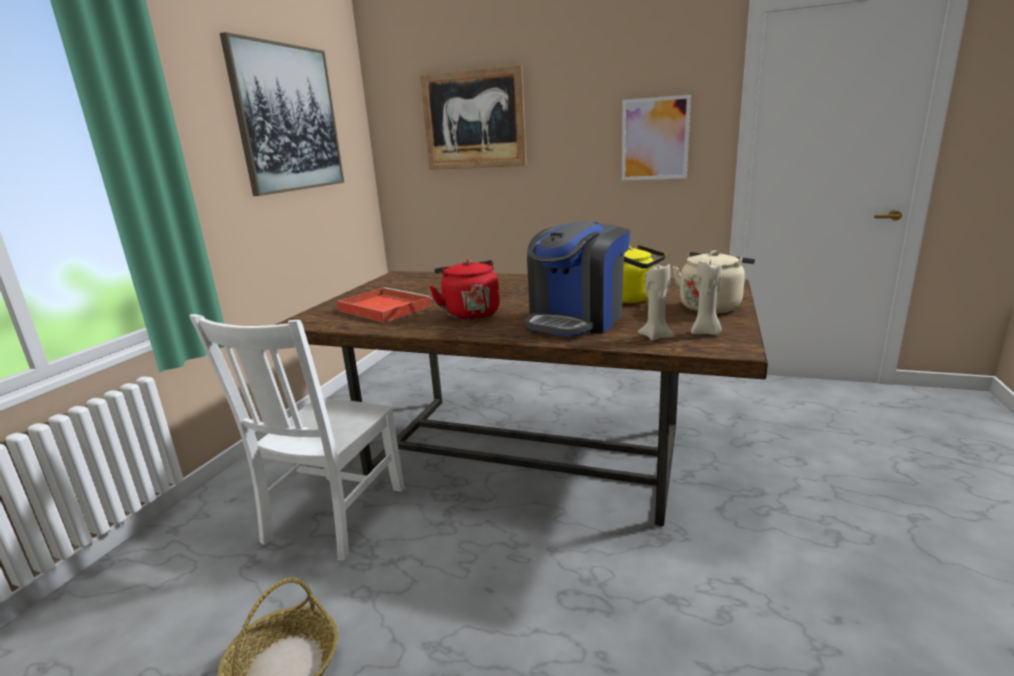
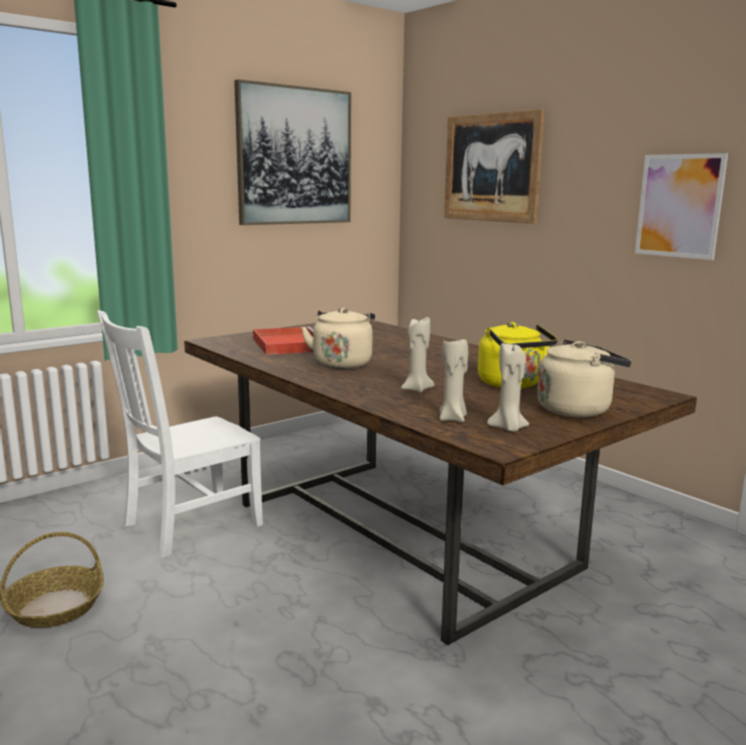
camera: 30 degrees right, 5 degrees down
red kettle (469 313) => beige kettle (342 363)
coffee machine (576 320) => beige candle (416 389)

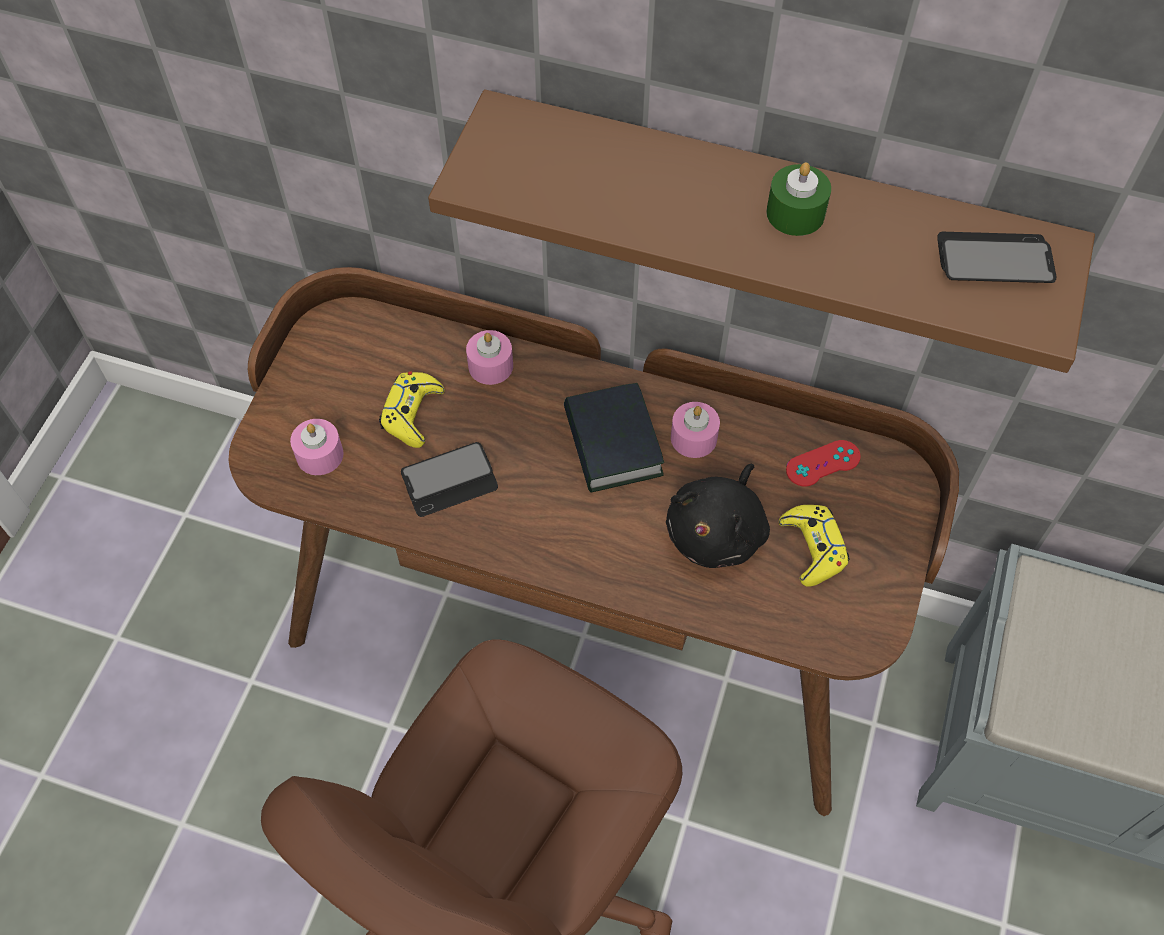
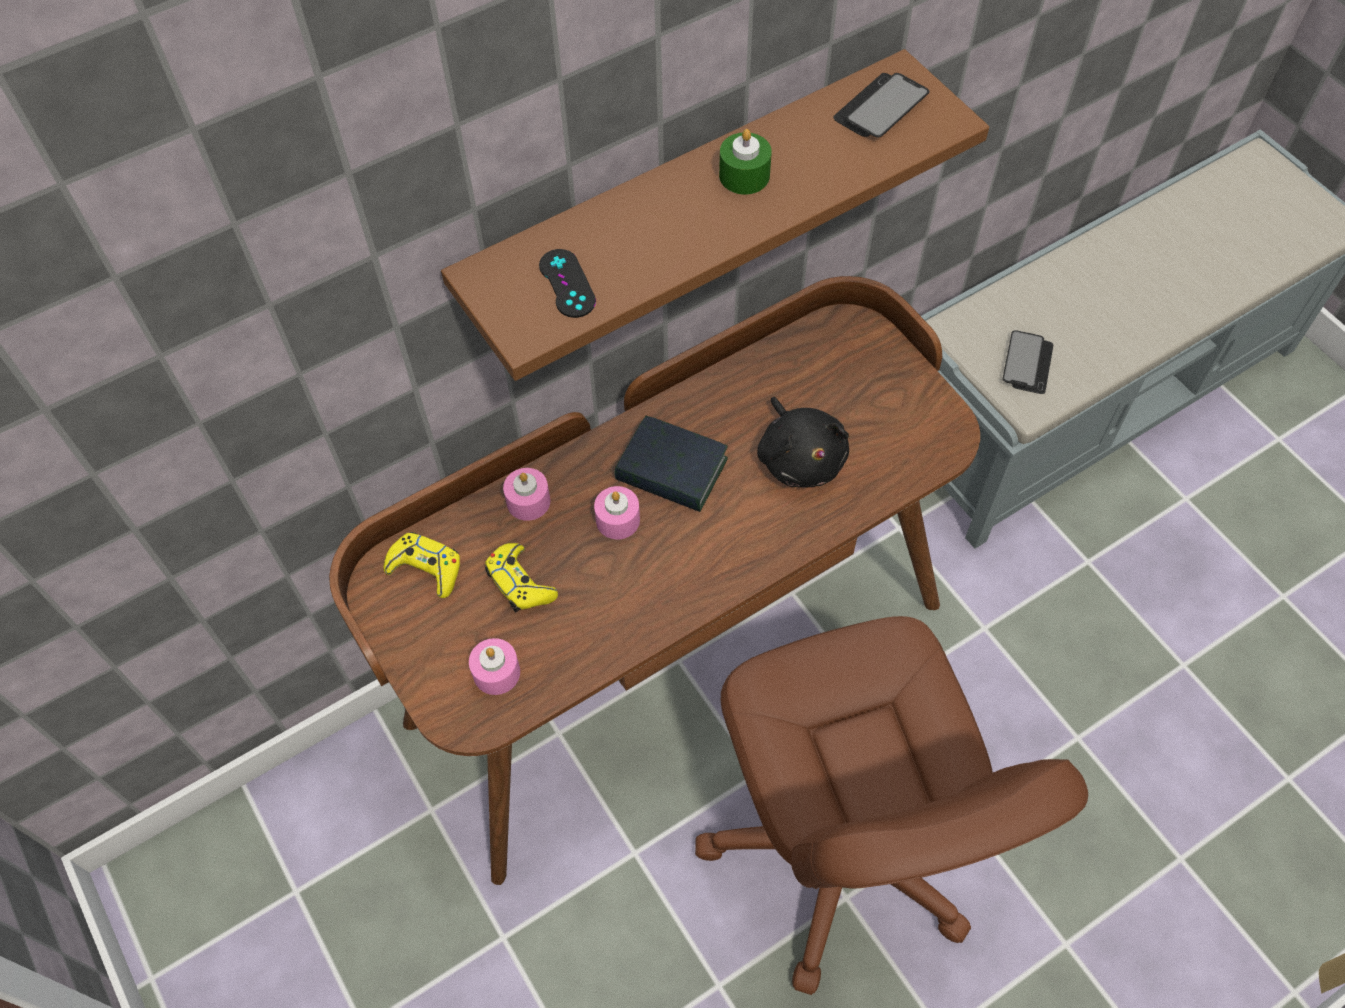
camera: 50 degrees left, 0 degrees up
phone (449 481) => phone (1027 363), moved
pink candle (693 438) => pink candle (618 520), moved
yellow game controller (812 548) => yellow game controller (426 568), moved
red game controller (823 463) => nothing
nothing => black game controller (567 283)

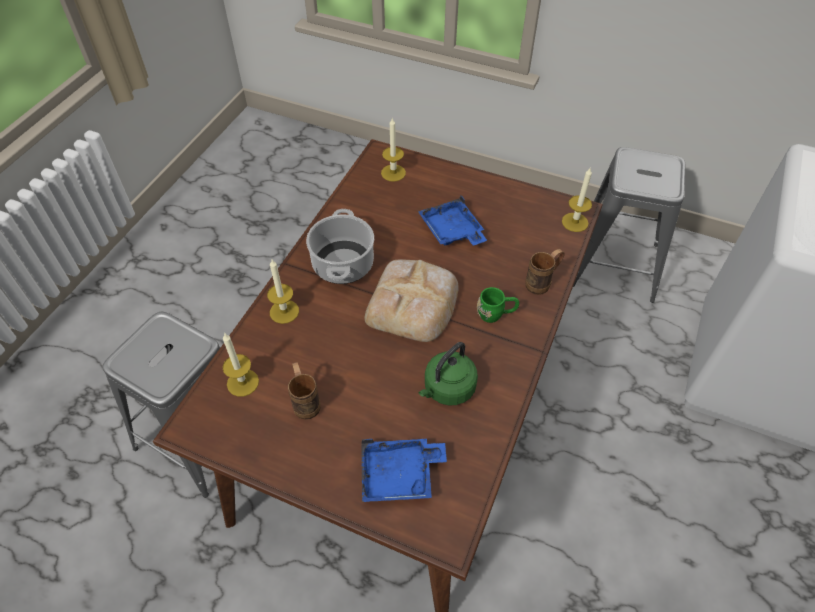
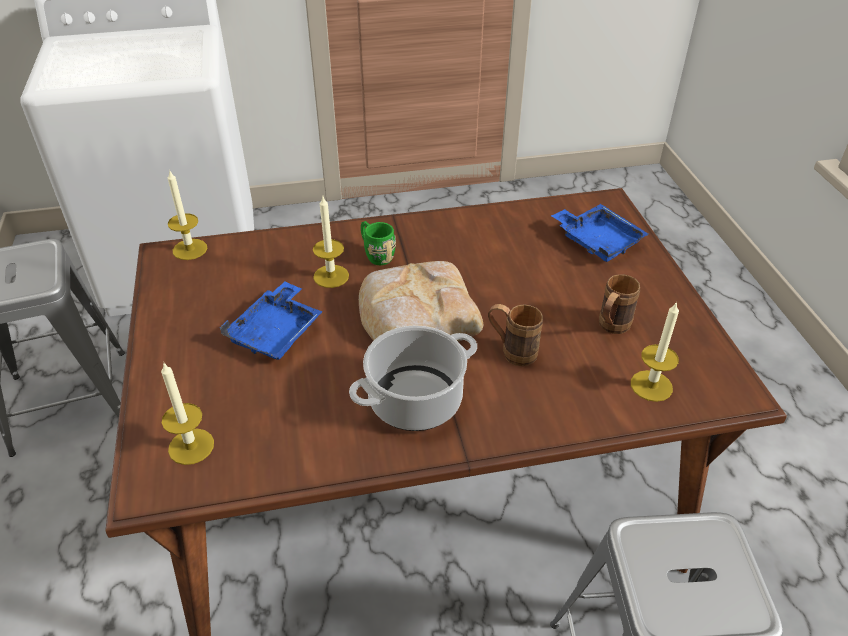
camera: 125 degrees left, 10 degrees down
candle (284 311) => candle (331 276), moved
green kettle (447 389) => nothing
brown mug (542 283) => brown mug (511 351), moved

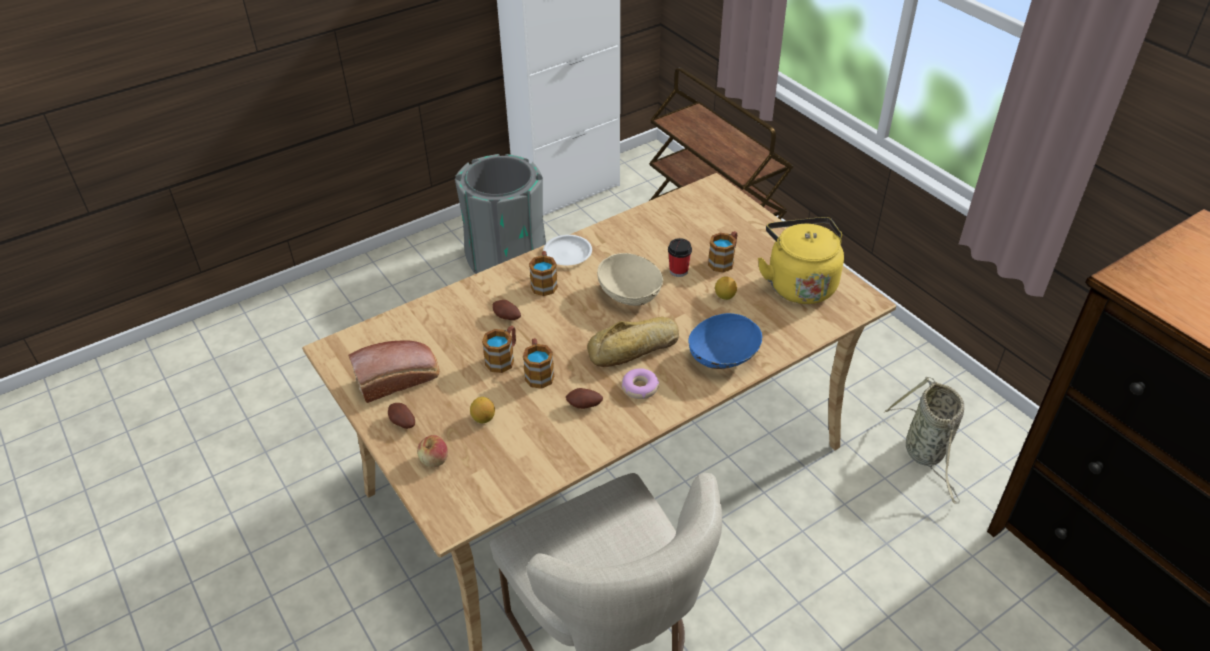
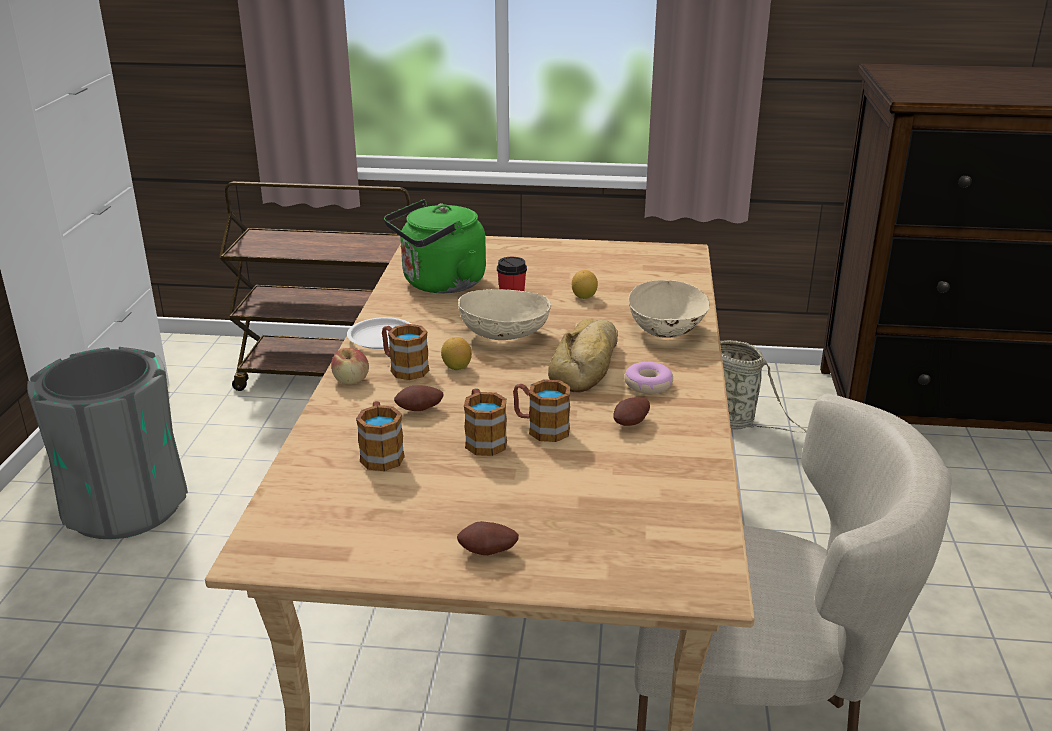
camera: 50 degrees left, 15 degrees down
bread (399 379) => nothing
apple (434 460) => apple (351 380), moved
lemon (483 418) => lemon (456 367), moved
blue bowl (723 358) => beige bowl (667 331)
mug (724 261) => mug (381 453), moved
yellow kettle (799 283) => nothing
nothing => green kettle (439 284)

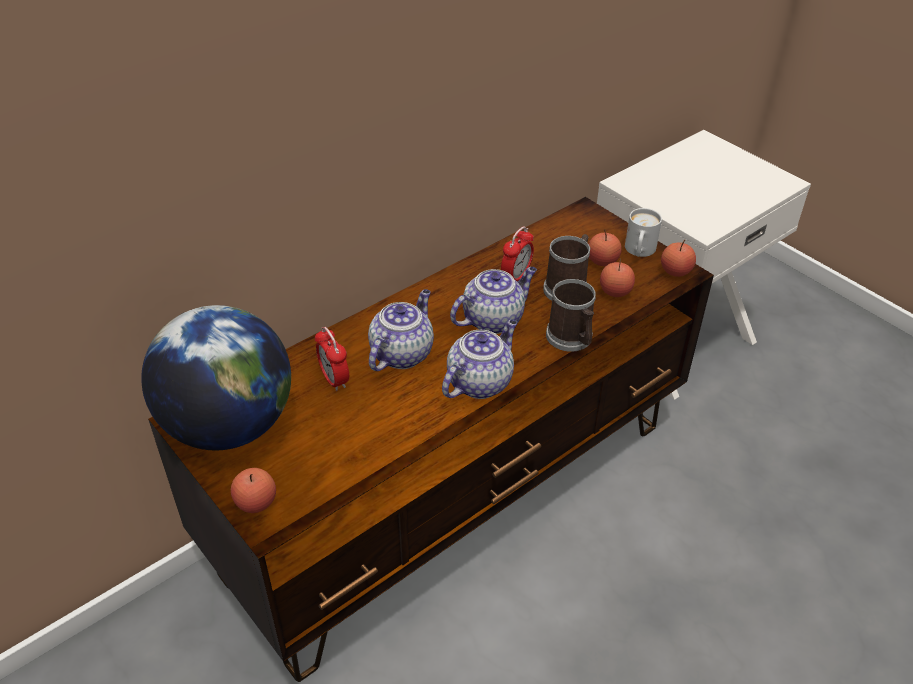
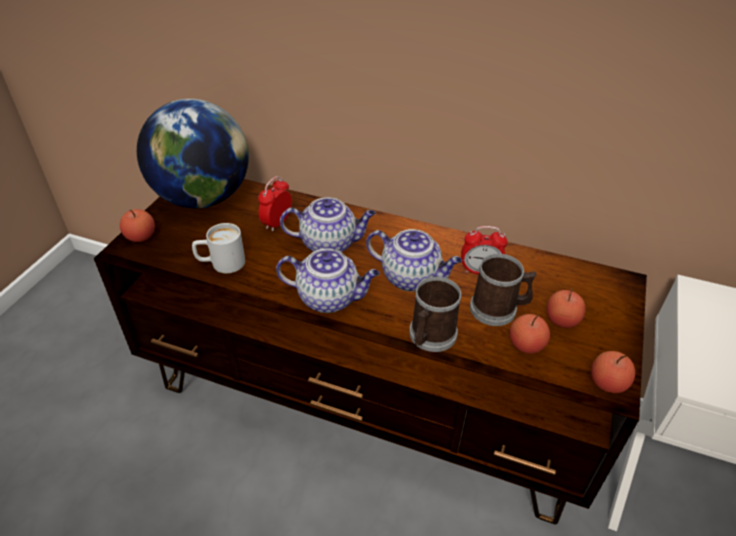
camera: 60 degrees right, 0 degrees up
white mug (639 251) => white mug (221 263), moved

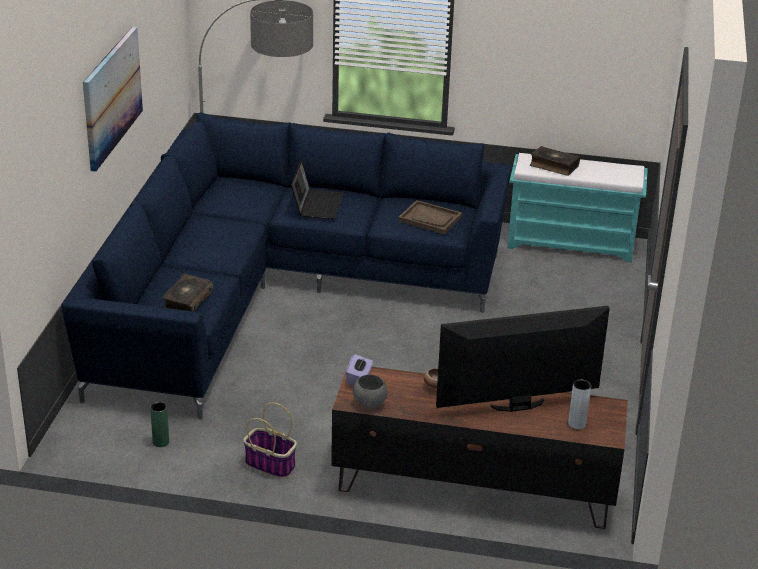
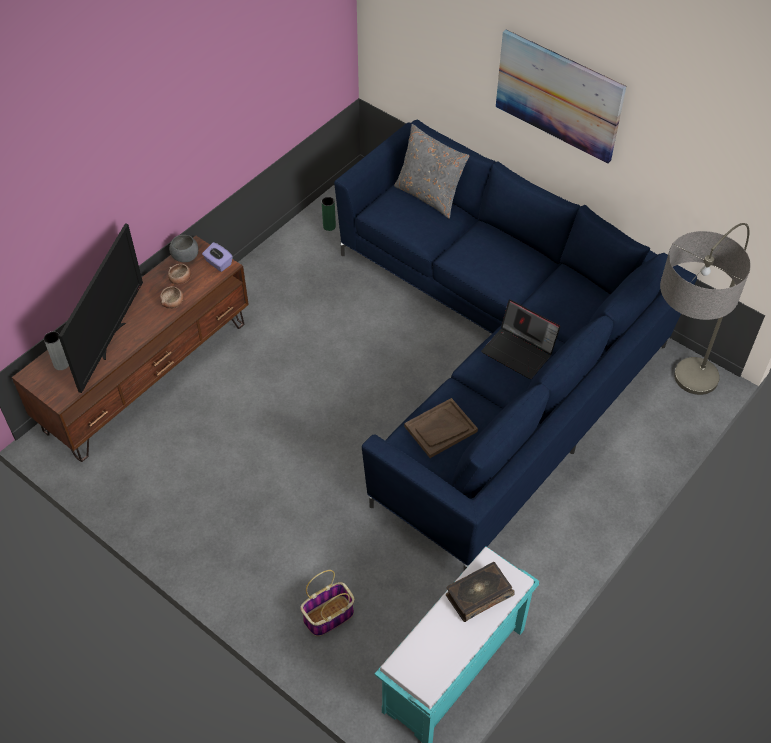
camera: 120 degrees right, 20 degrees up
book (187 301) => nothing
basket (271 465) => basket (328 617), moved
nothing => bowl (181 280)
nothing => grey pillow (429 196)

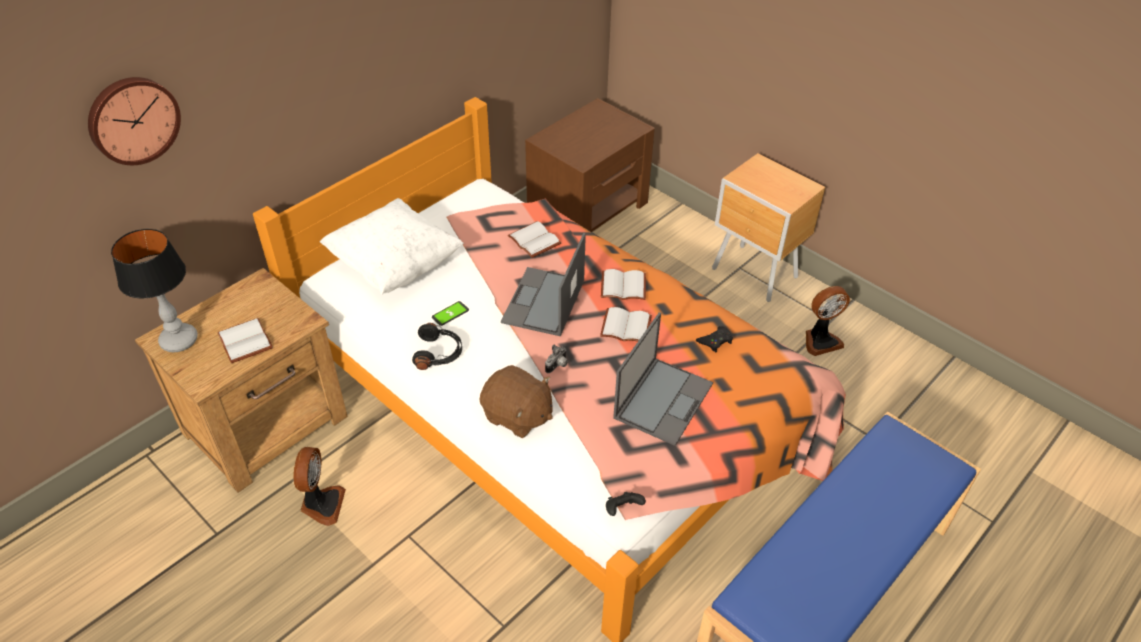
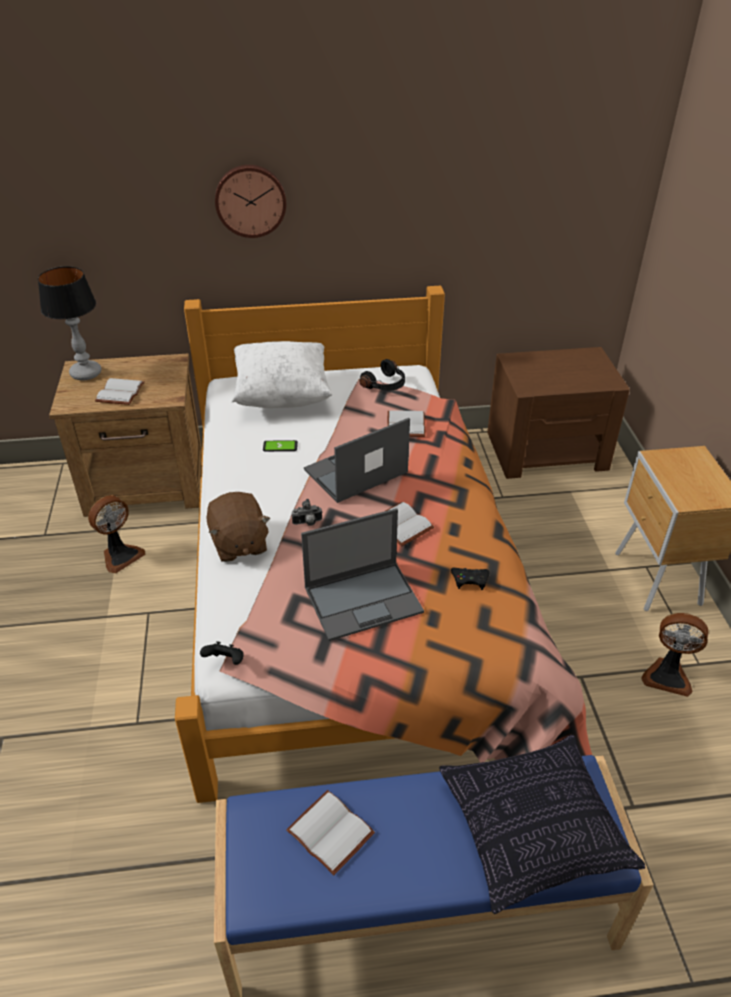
camera: 40 degrees right, 5 degrees down
wall clock (132 119) => wall clock (250 200), moved
black headphones (439 353) => black headphones (385 385), moved
white book (624 285) => white book (332 832), moved
nothing => pillow (533 830)

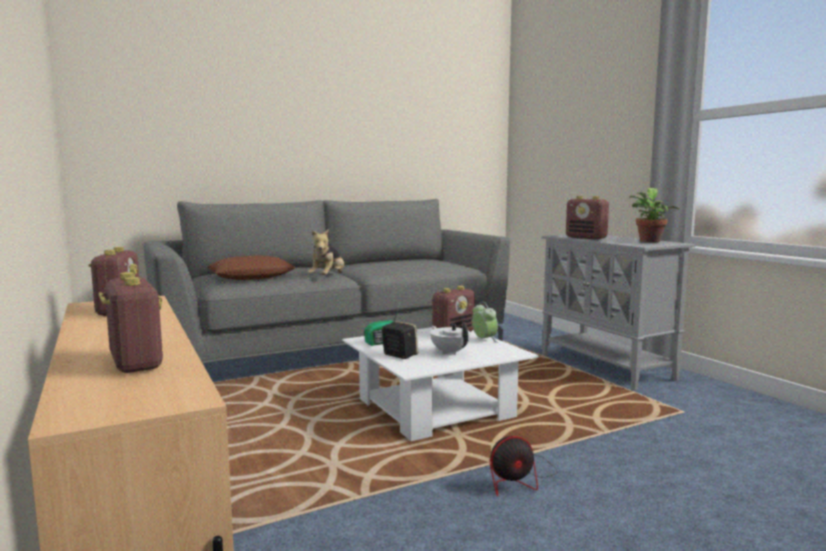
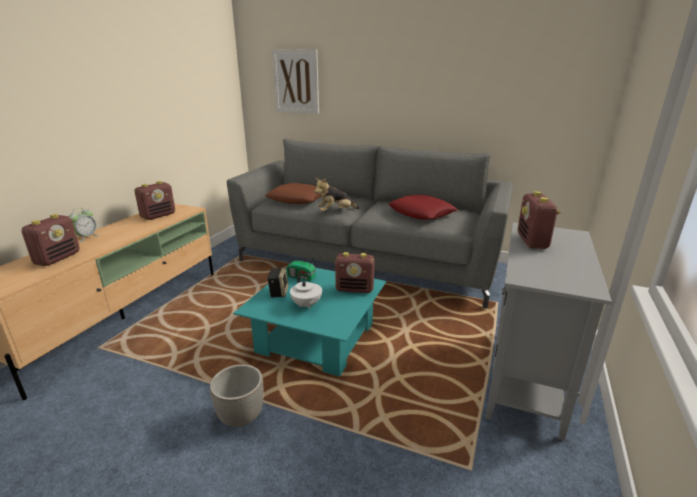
camera: 50 degrees right, 15 degrees up
white coffee table (435 408) => turquoise coffee table (316 338)
white teapot (449 352) => white teapot (306 305), 135 degrees clockwise
alarm clock (484 340) => alarm clock (86 237), moved
fan (518 477) => planter (240 417)
potted plant (650 241) => nothing
nothing => picture (296 81)
nothing => red pillow (421 213)

